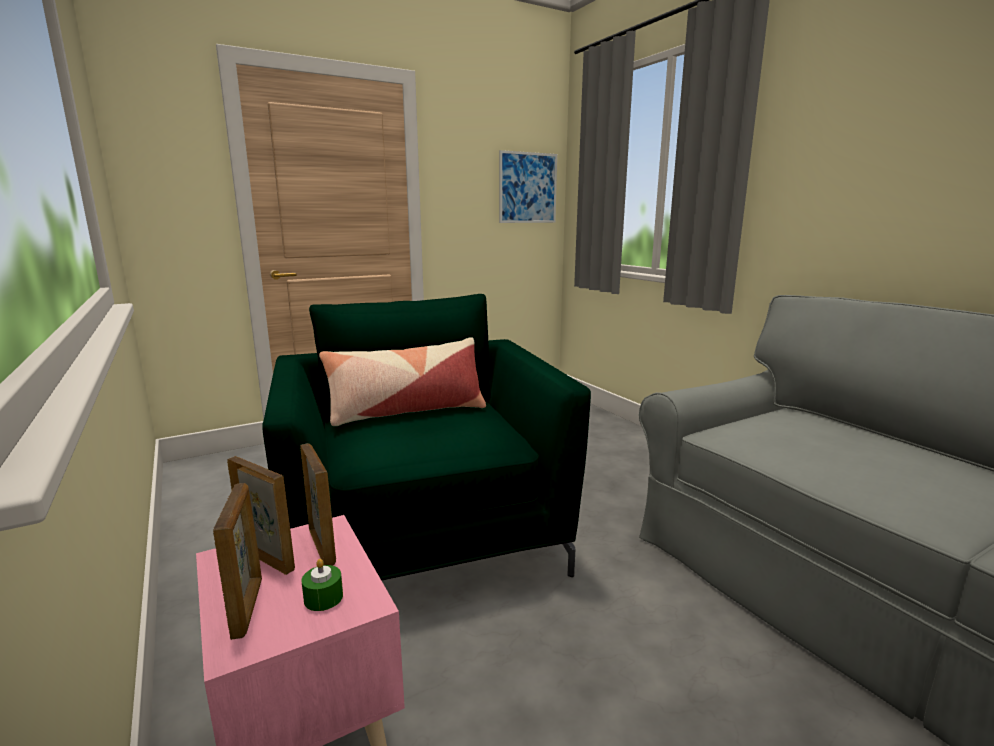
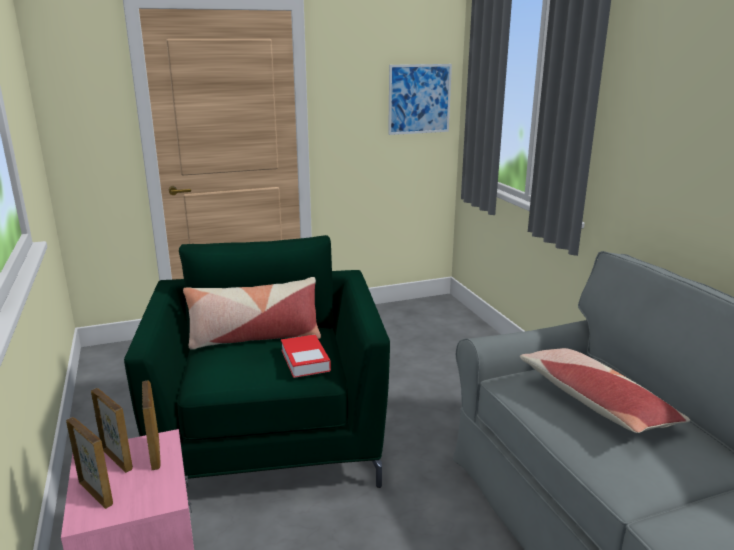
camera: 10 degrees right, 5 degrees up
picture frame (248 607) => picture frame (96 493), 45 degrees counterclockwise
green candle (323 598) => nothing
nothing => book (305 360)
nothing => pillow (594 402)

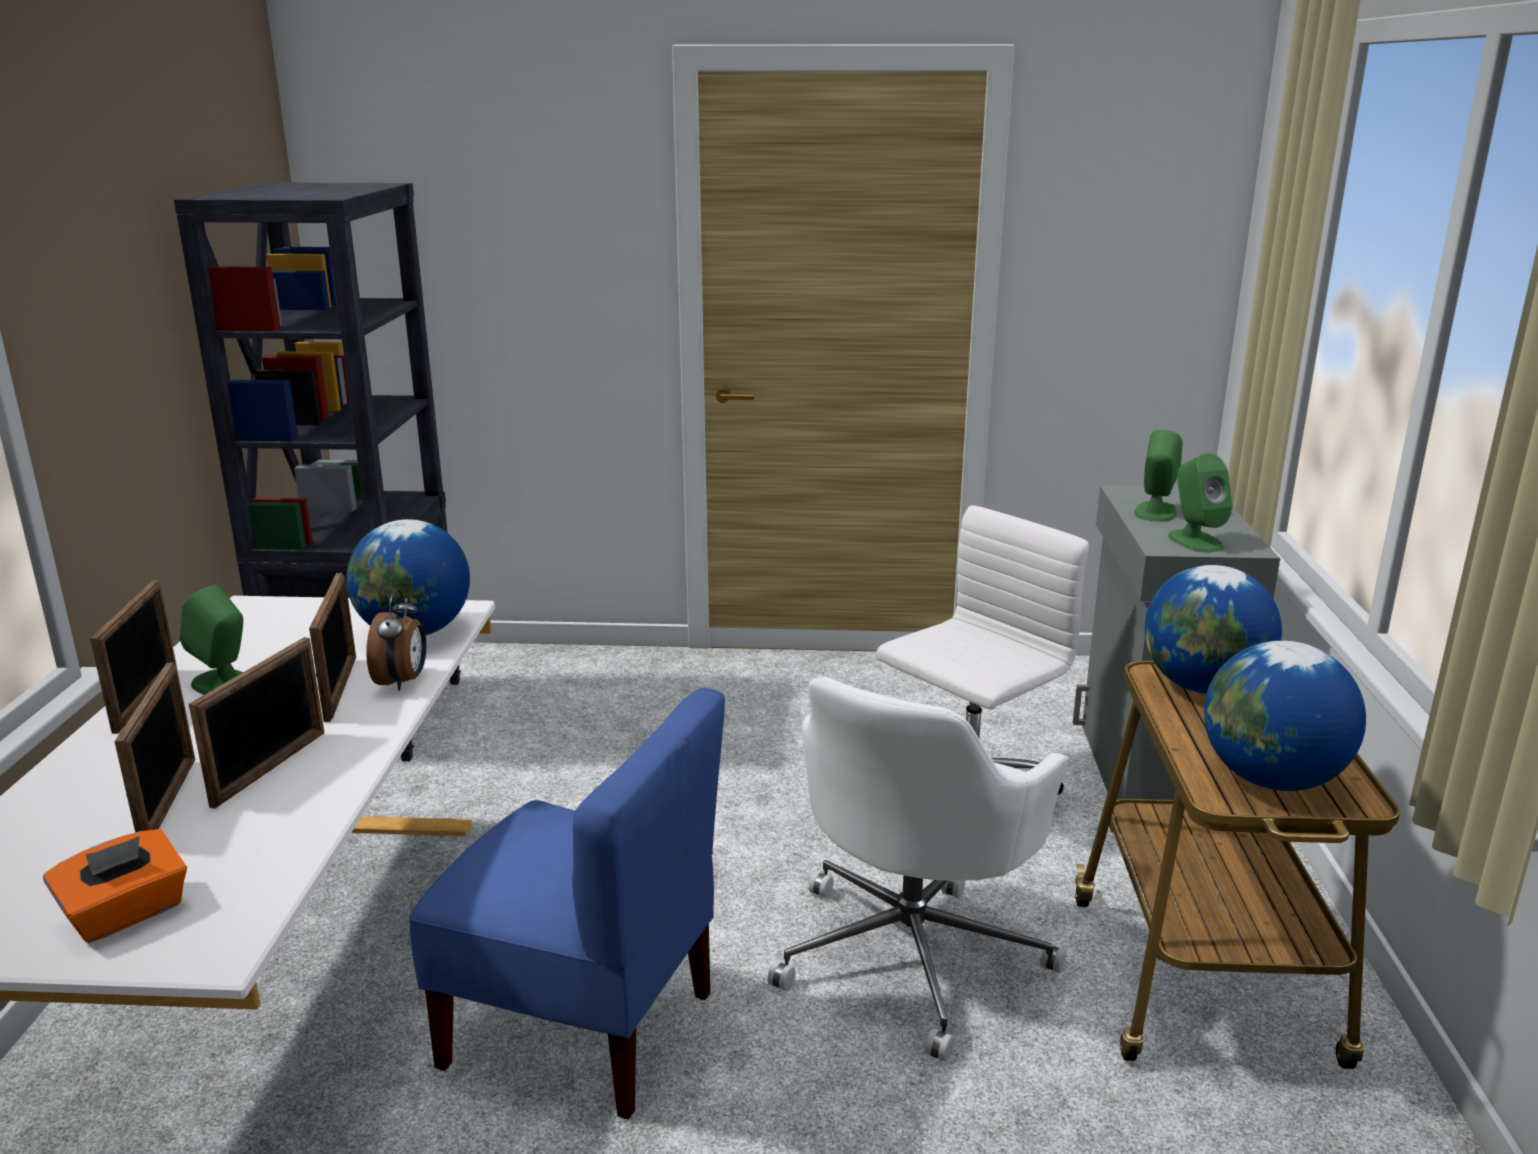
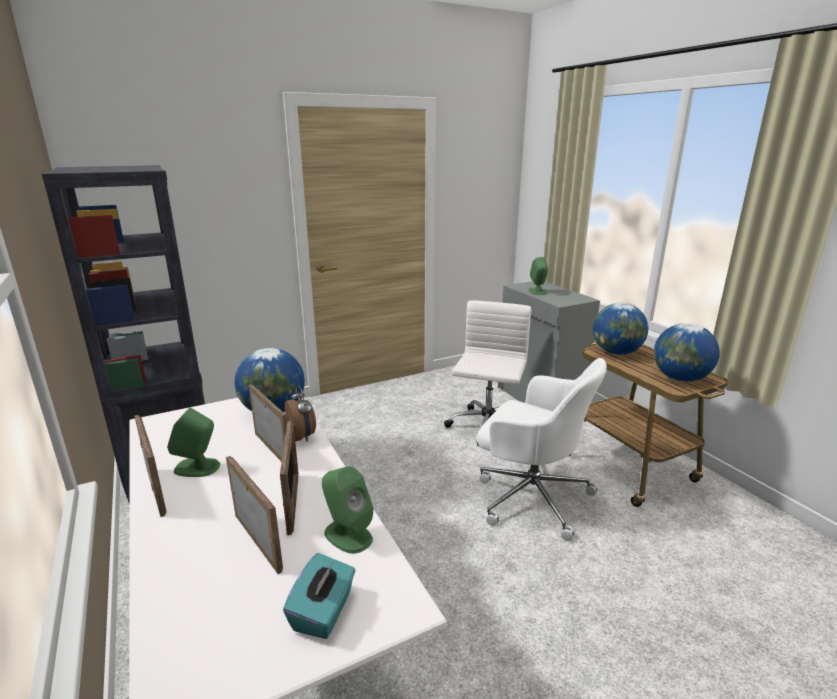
camera: 30 degrees left, 0 degrees up
orange tissue box (126 914) => turquoise tissue box (323 612)
blue chair (582 1027) => nothing
white office chair (913 953) => white office chair (530 495), 60 degrees counterclockwise
green speaker (1195 541) => green speaker (347 535), moved

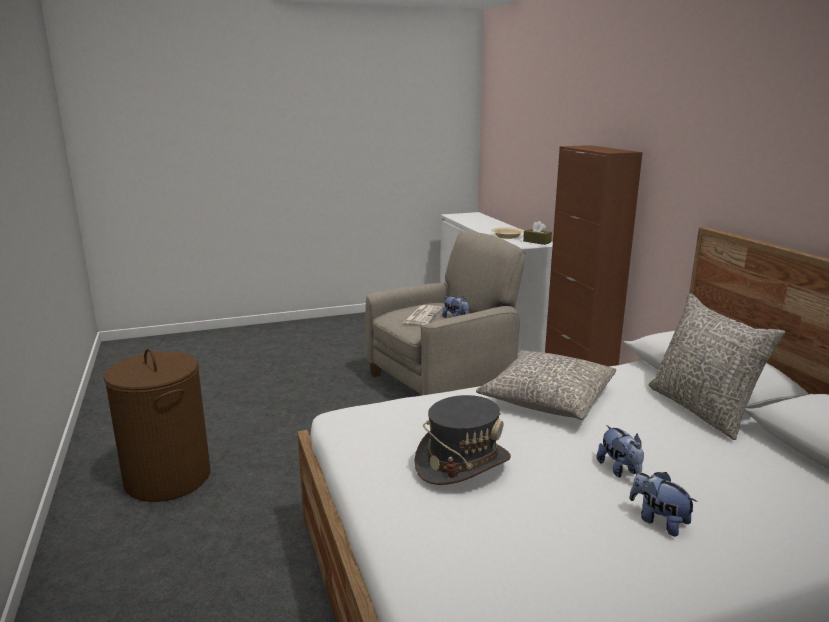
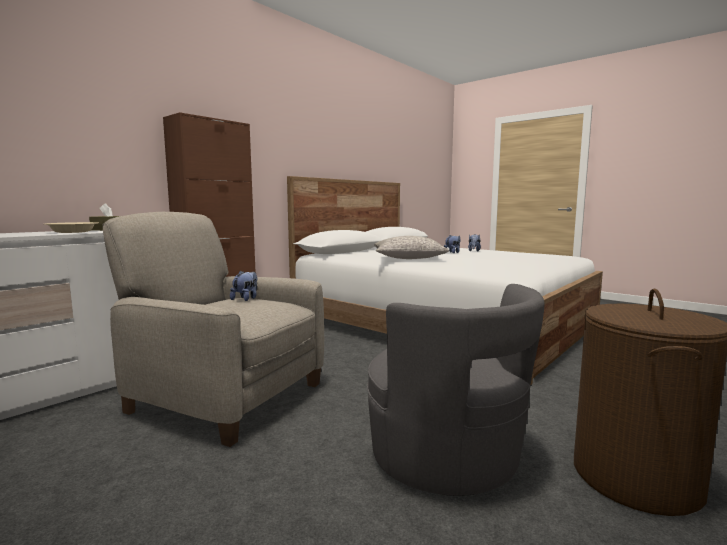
camera: 120 degrees left, 10 degrees down
newspaper (422 315) => nothing
grey hat (462 463) => nothing
grey pillow (701 409) => nothing
nothing => grey armchair (447 457)

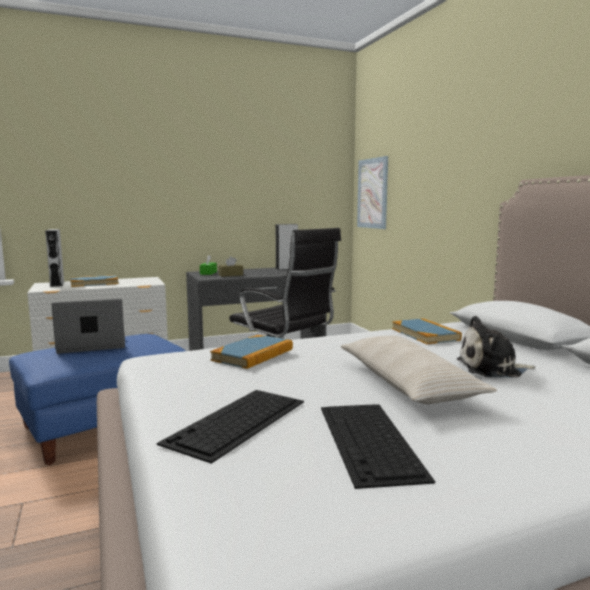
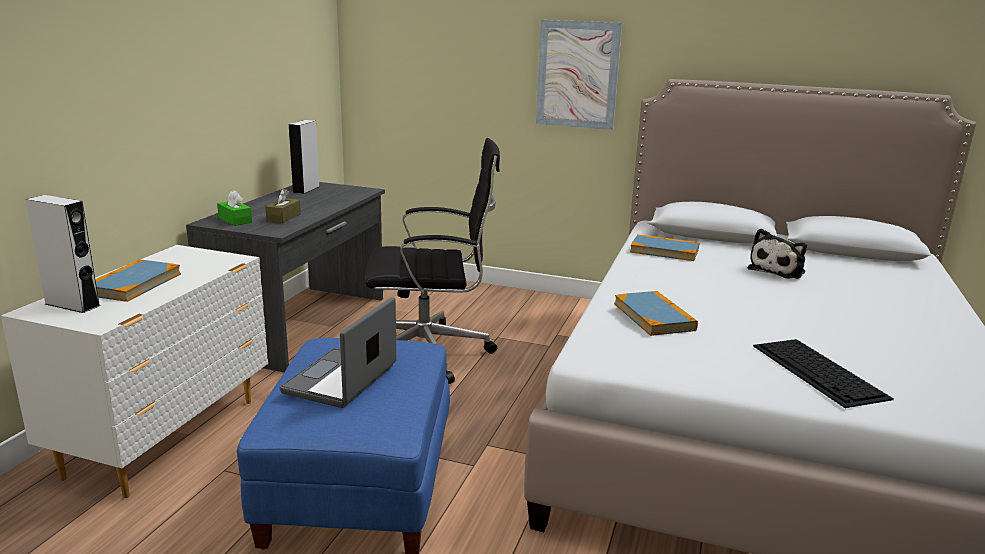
camera: 50 degrees left, 10 degrees up
keyboard (370 441) => nothing
beige pillow (407 384) => nothing
picture (372 193) => picture (577 75), moved

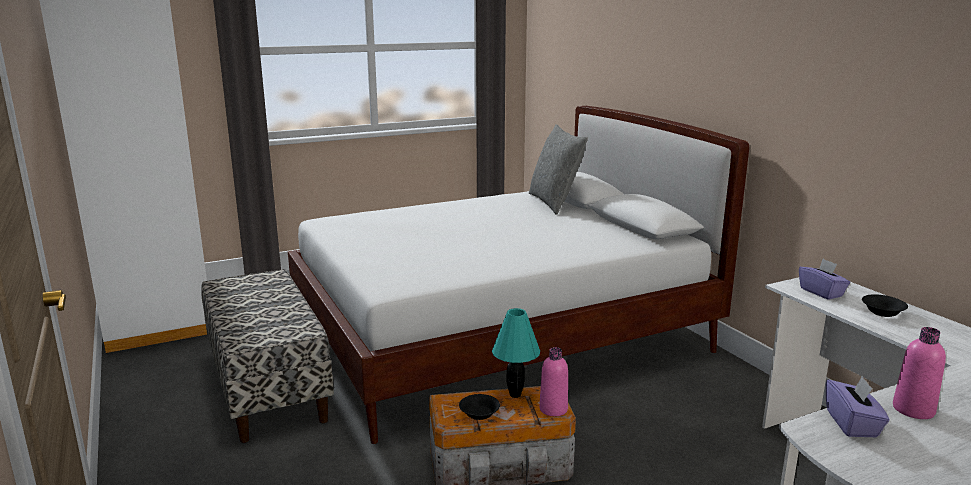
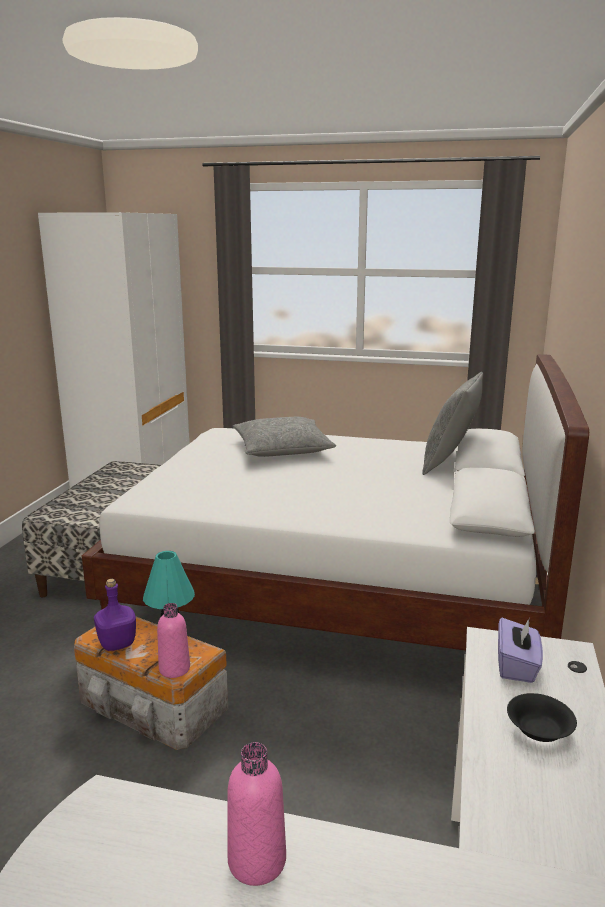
camera: 40 degrees right, 0 degrees up
black bowl (479 414) => purple bottle (117 643)
purple tissue box (852 424) => nothing
nothing => grey pillow (282 449)

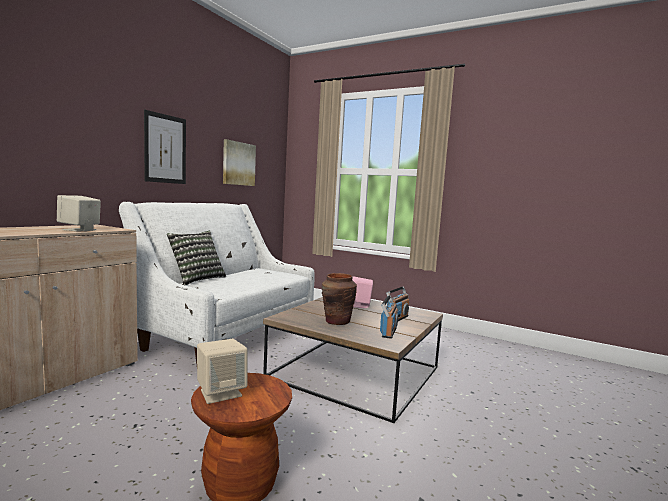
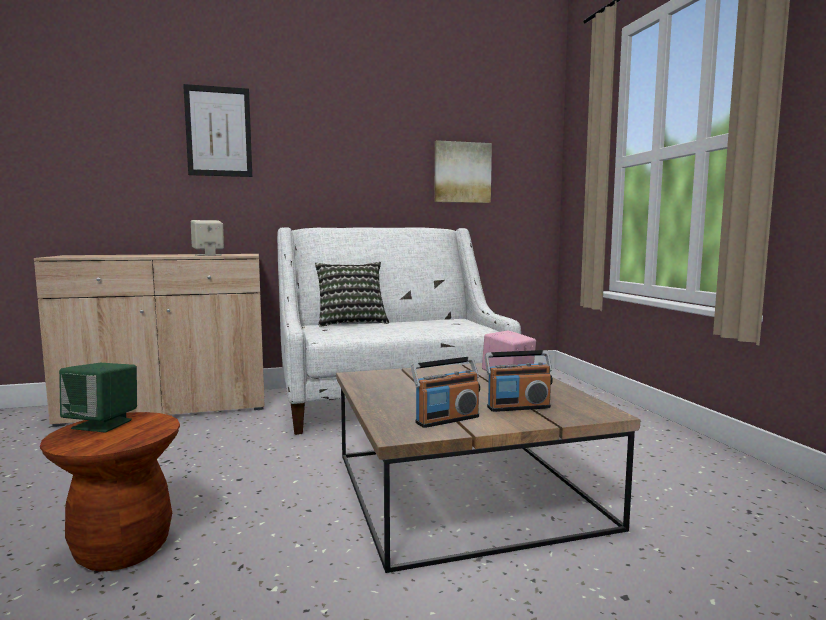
camera: 45 degrees right, 0 degrees up
picture (165 149) => picture (218 131), moved
beige speaker (221 392) => green speaker (103 424)
brown vase (337 321) => nothing

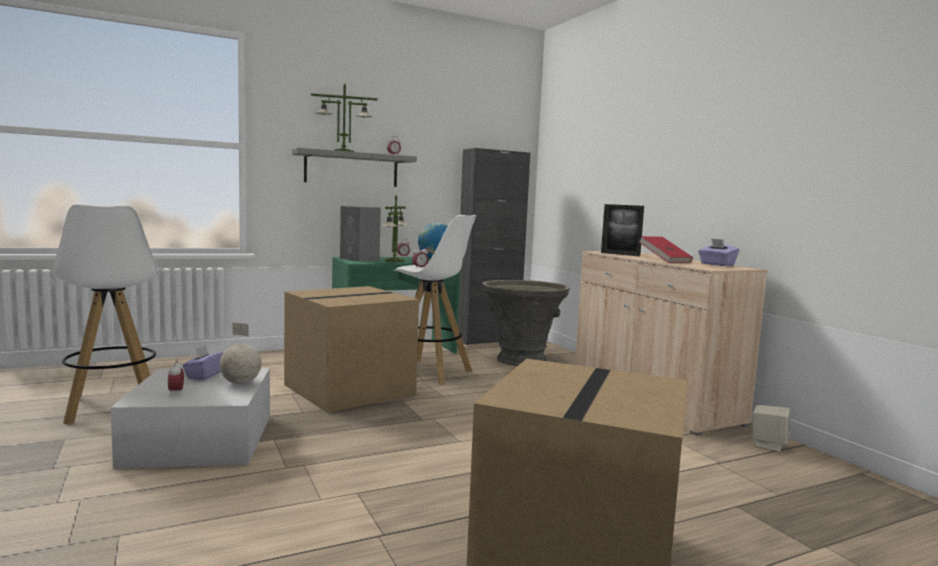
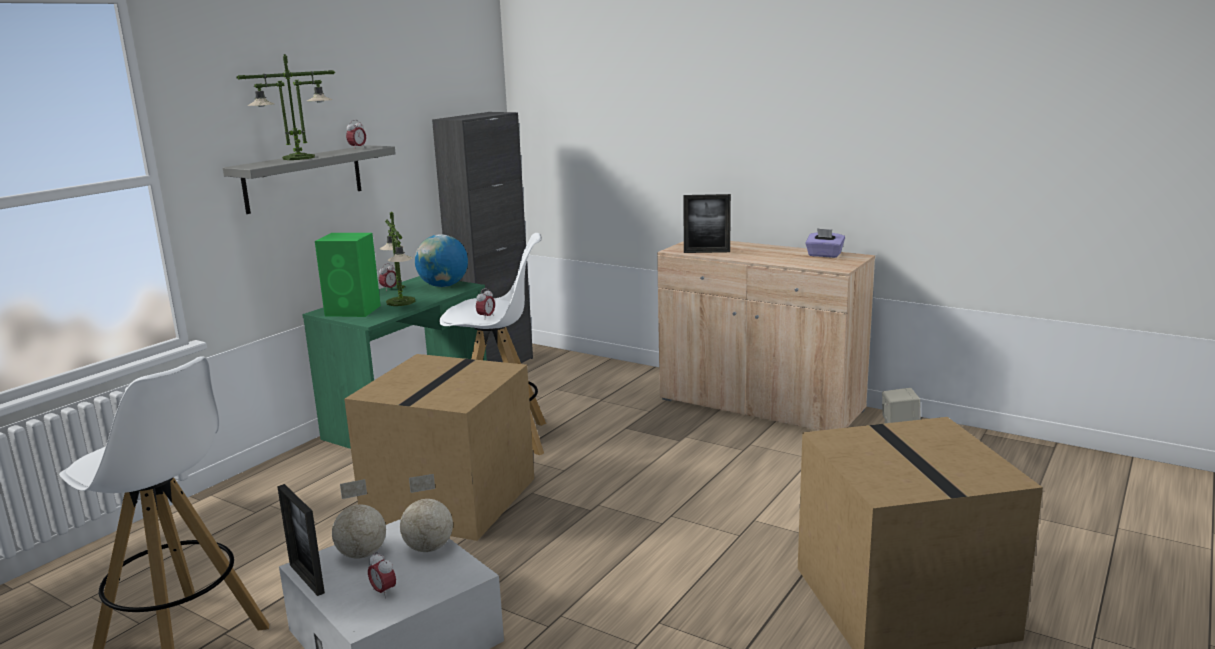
camera: 30 degrees left, 10 degrees up
purple tissue box (204 375) => globe (362 554)
grey speaker (360 259) => green speaker (354 311)
grey planter (521 360) => nothing
red book (664 261) => nothing
nothing => picture frame (306 578)

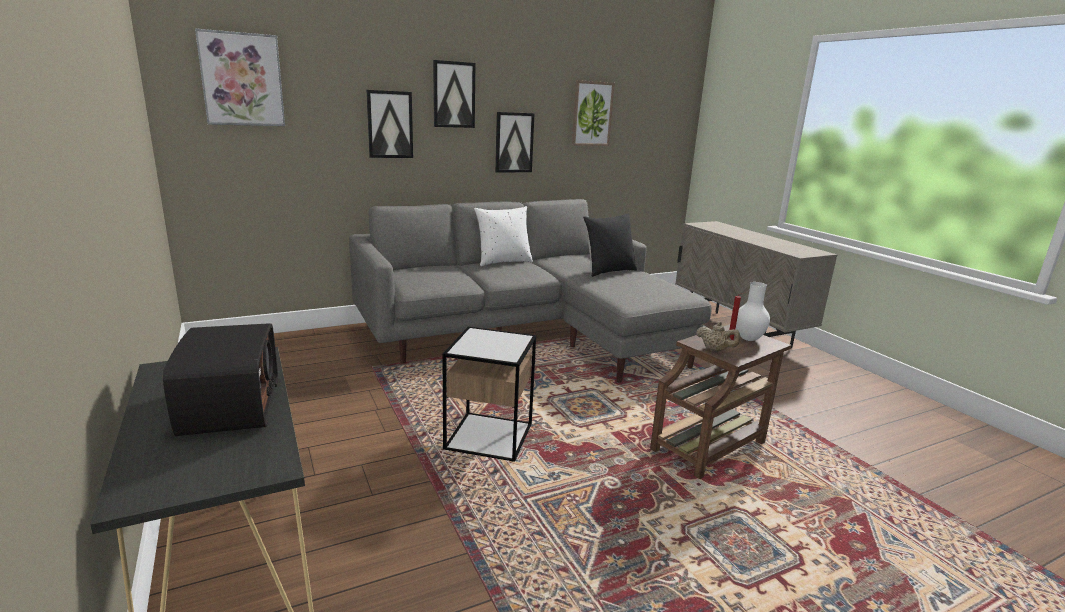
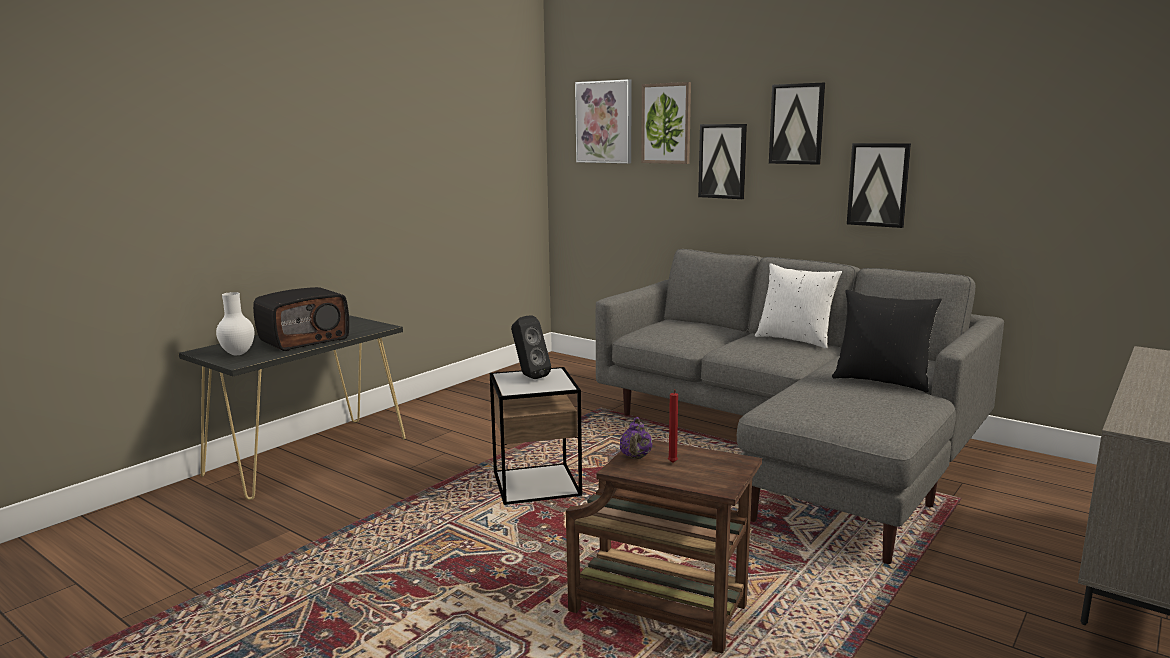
camera: 65 degrees right, 5 degrees down
picture (592 114) => picture (666 123), moved
beige teapot (715 350) => purple teapot (635 457)
white vase (748 339) => white vase (237 354), moved
nothing => black speaker (529 376)

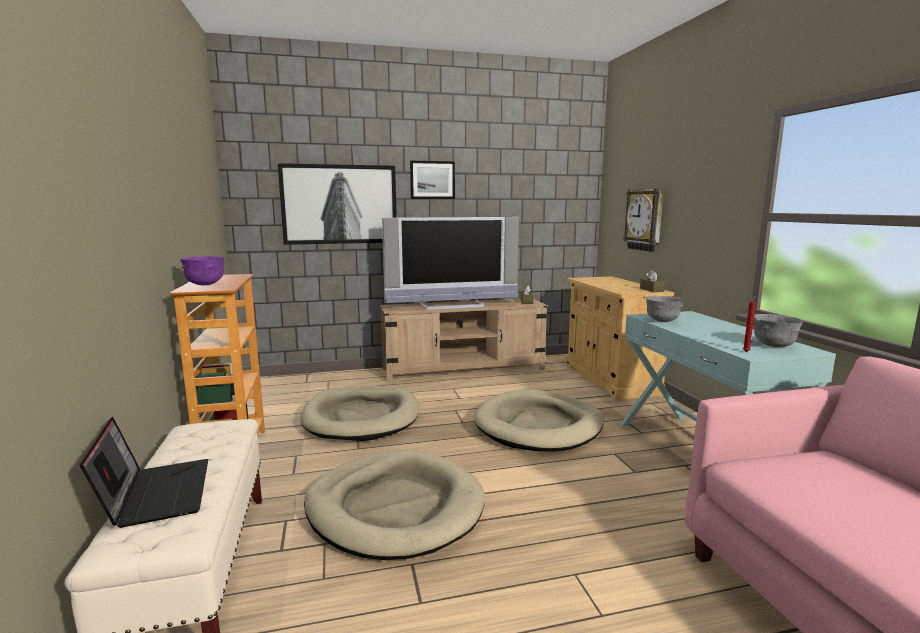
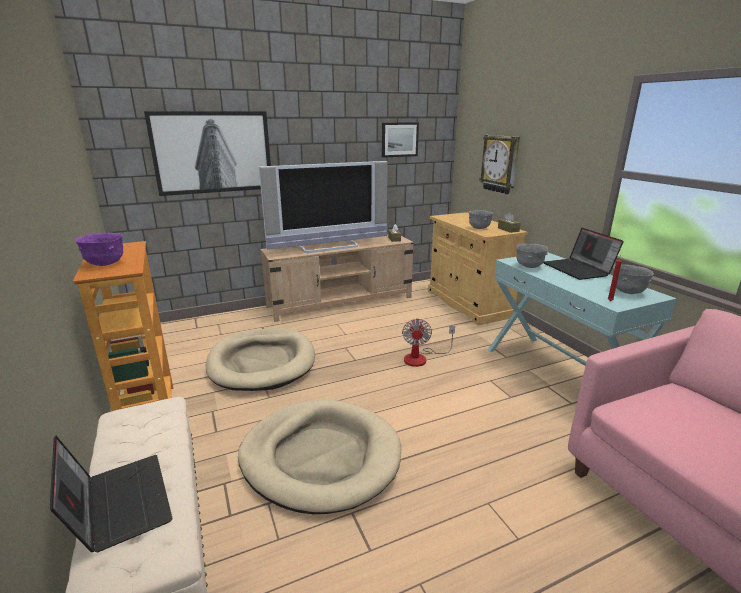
camera: 10 degrees left, 10 degrees up
picture (432 180) => picture (399 139), moved
beige dog bed (538 426) => fan (421 358)
nothing => grey bowl (479 228)
nothing => laptop (579 269)

